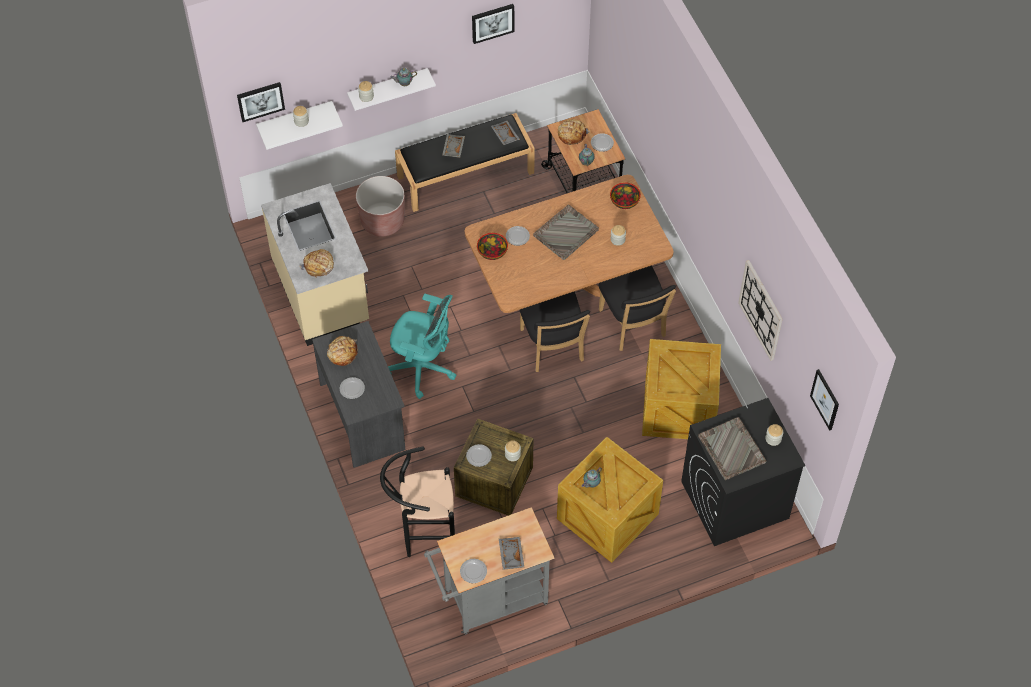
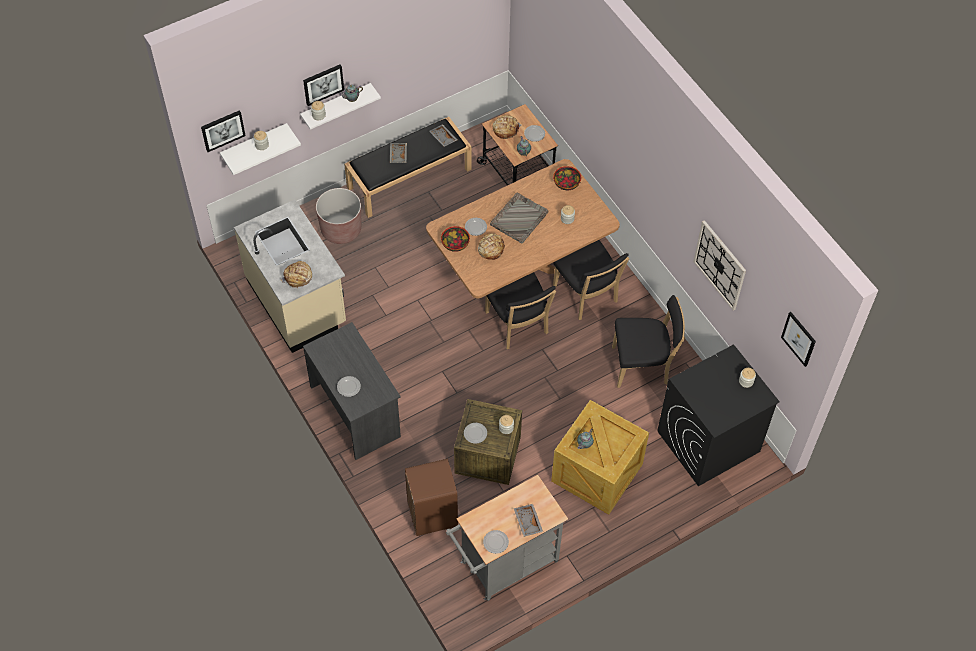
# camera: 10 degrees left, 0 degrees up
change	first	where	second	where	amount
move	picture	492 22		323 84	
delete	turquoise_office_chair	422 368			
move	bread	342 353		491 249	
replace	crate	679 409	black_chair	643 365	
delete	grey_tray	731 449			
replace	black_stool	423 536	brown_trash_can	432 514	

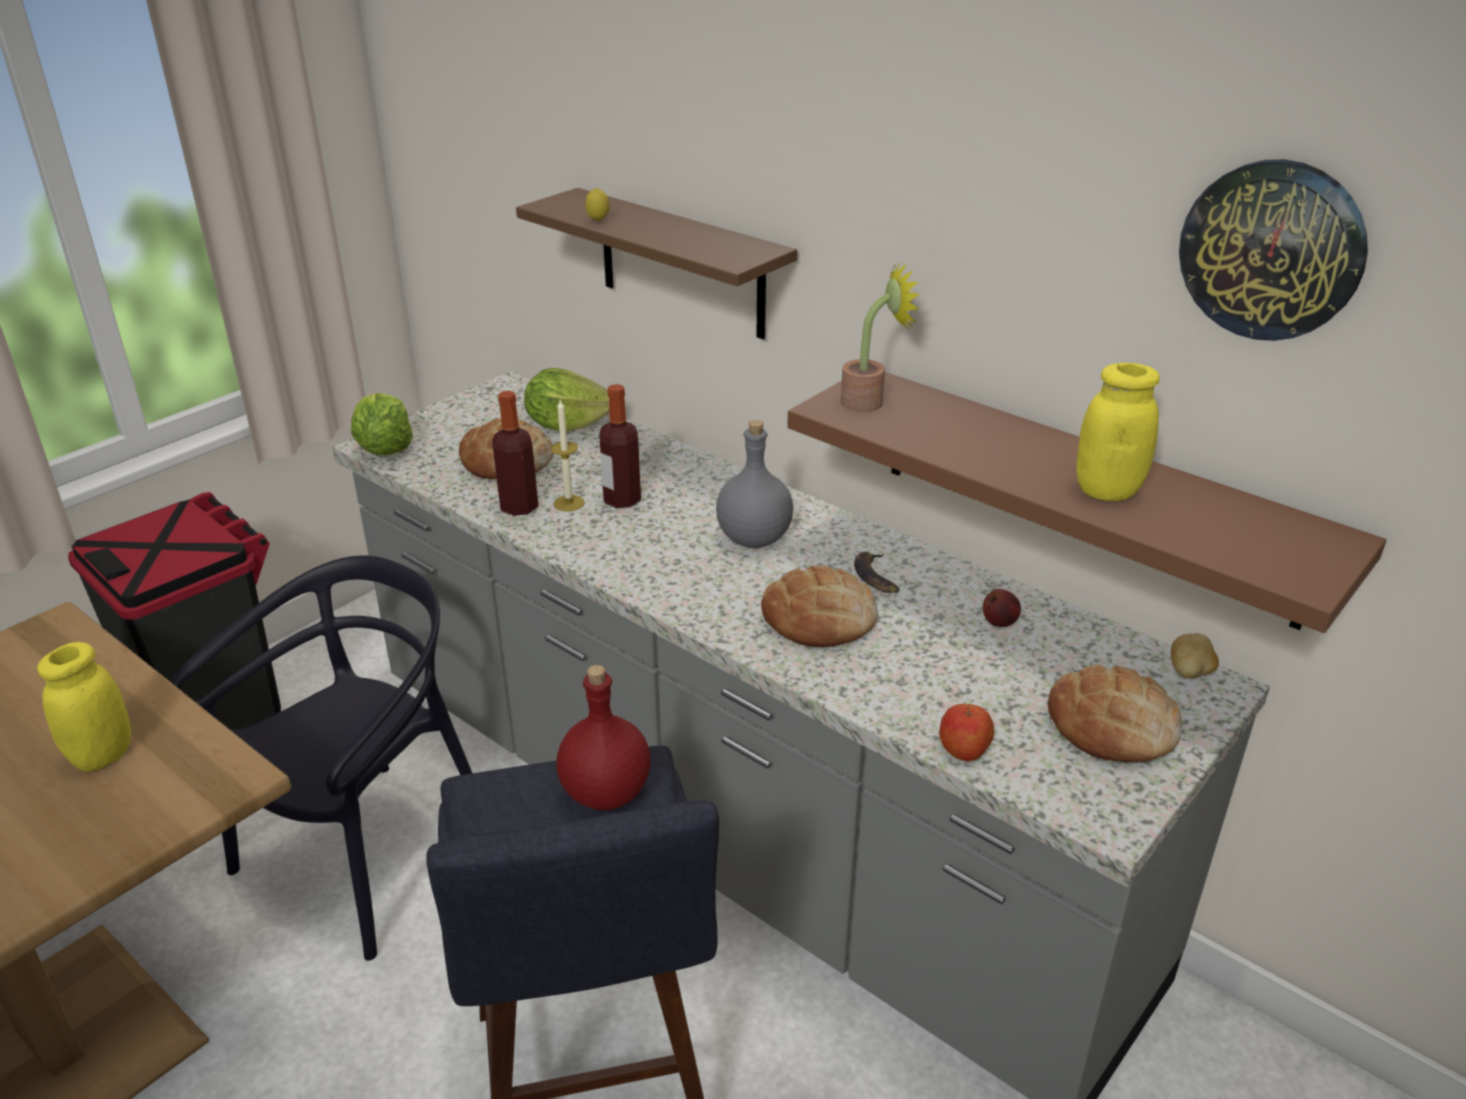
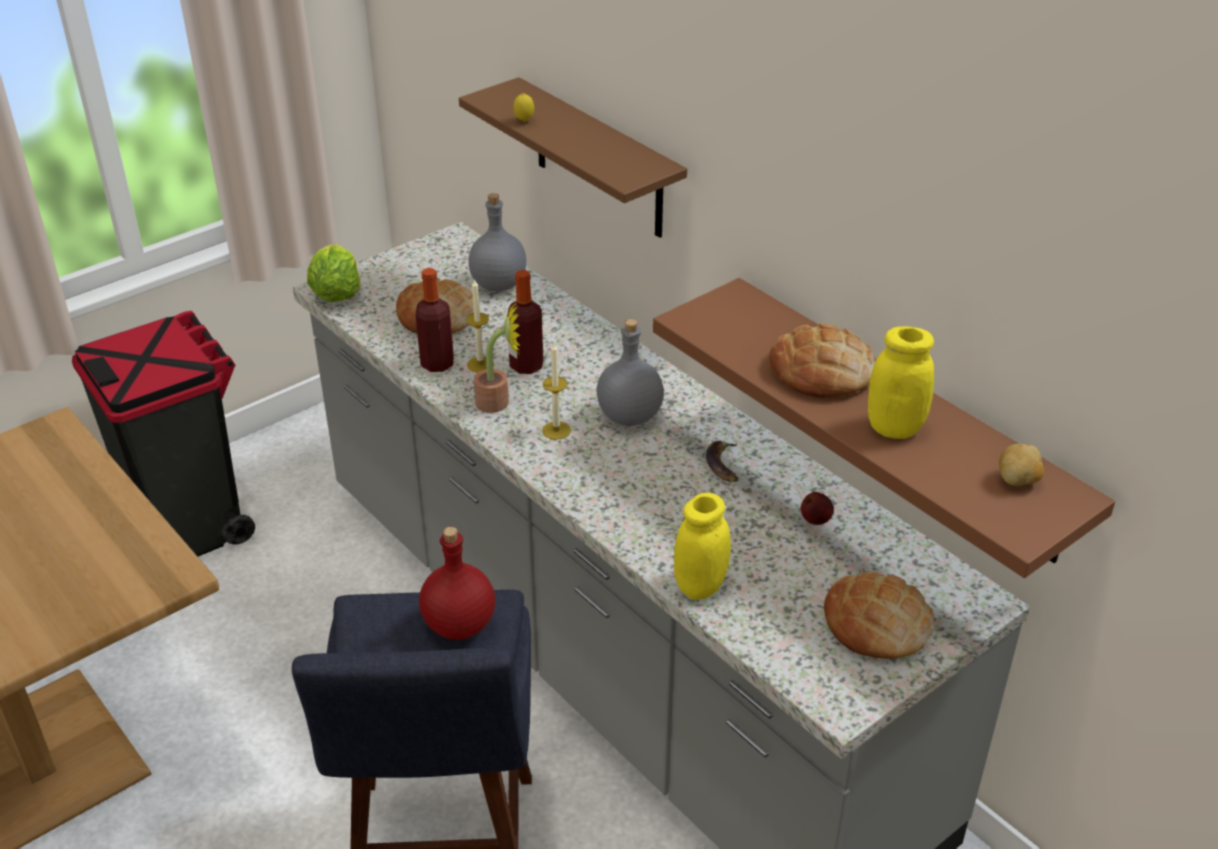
# camera: 10 degrees right, 5 degrees up
change	first	where	second	where	amount
delete	wall_clock	1271 250			
move	potted_plant	870 401		499 402	
replace	lettuce	567 424	grey_bottle	497 284	
delete	black_chair	367 855			
move	bread	820 617		822 371	
move	potato	1189 673		1017 480	
move	yellow_jar	102 755		700 586	
delete	apple	963 749			
insert			candle	556 430	

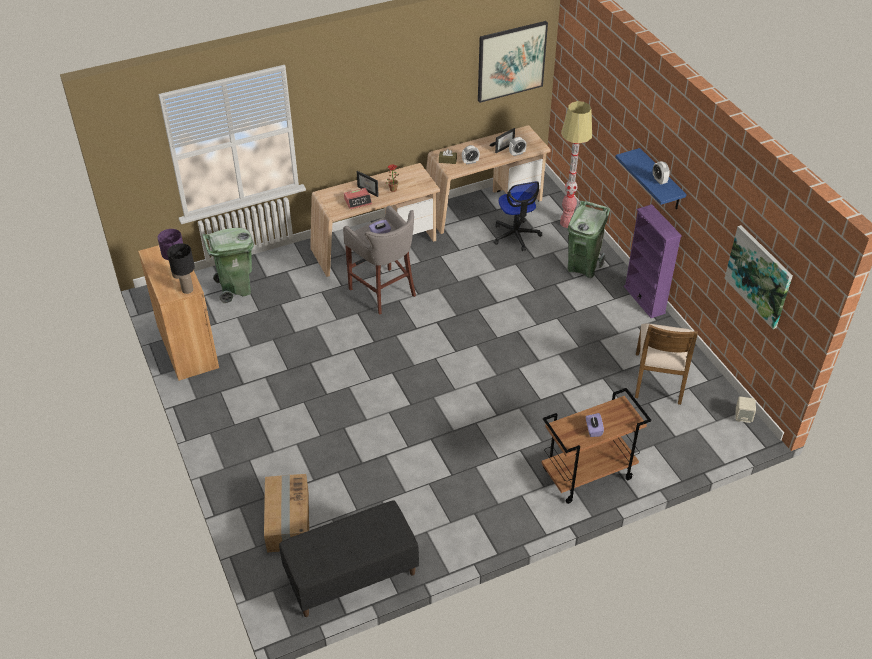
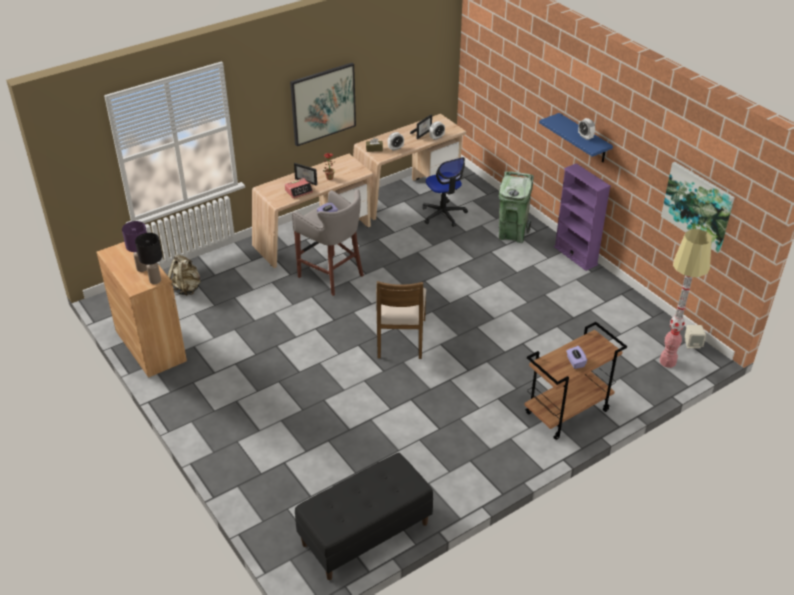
# camera: 10 degrees left, 5 degrees down
change	first	where	second	where	amount
move	picture	511 61		323 103	
move	floor_lamp	567 223		667 361	
replace	green_trash_can	235 288	beige_backpack	186 288	
move	brown_chair	659 378		400 338	
delete	cardboard_box	287 521			

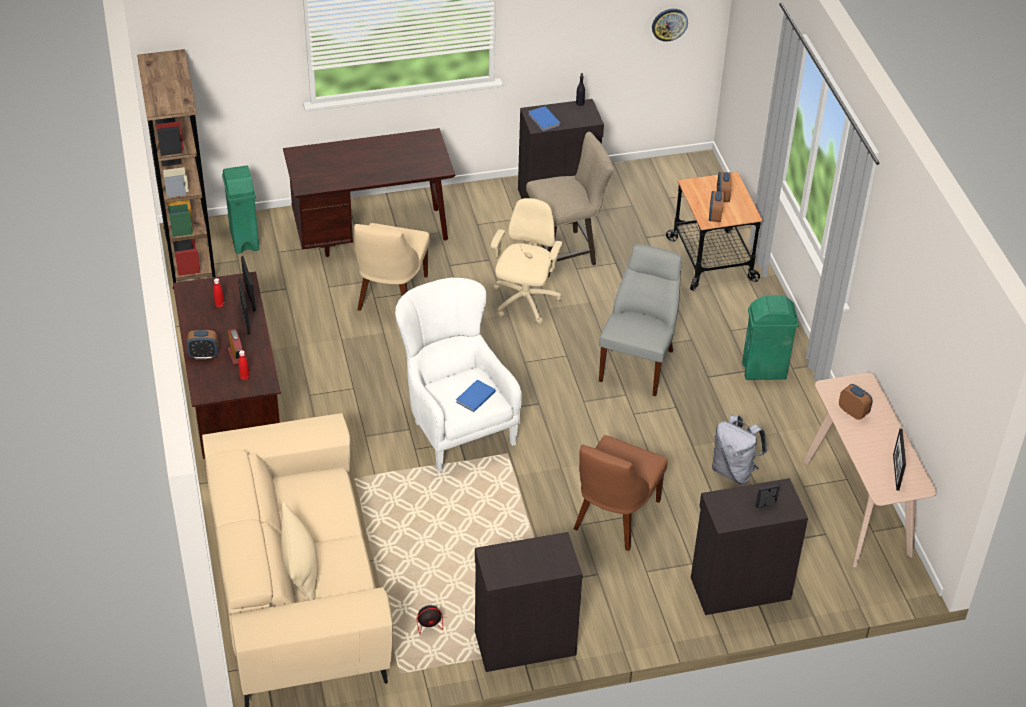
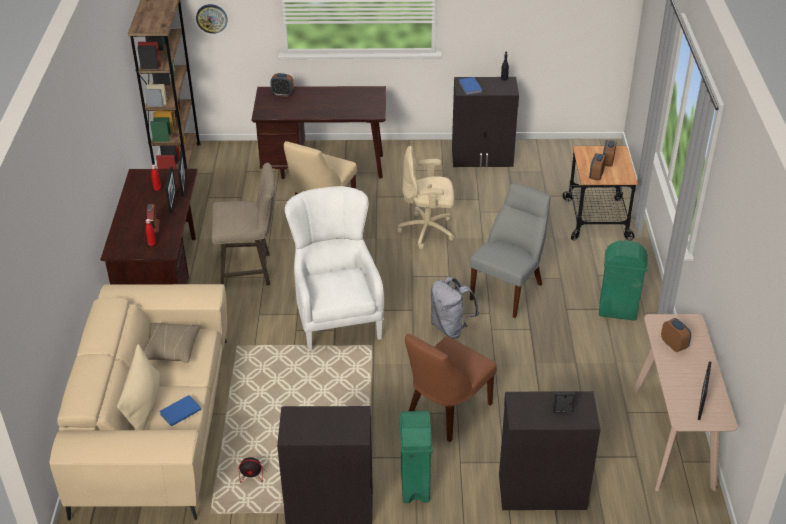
# camera: 15 degrees right, 5 degrees down
change	first	where	second	where	amount
move	wall_clock	669 24		211 18	
move	beige_stool	566 252		250 271	
move	green_trash_can	244 240		415 486	
rotate	beige_office_chair	524 302		428 231	120 degrees counterclockwise
move	alarm_clock	204 355		282 94	
move	blue_book	474 397		179 411	
move	grey_backpack	734 471		451 328	
insert			beige_pillow	170 349	

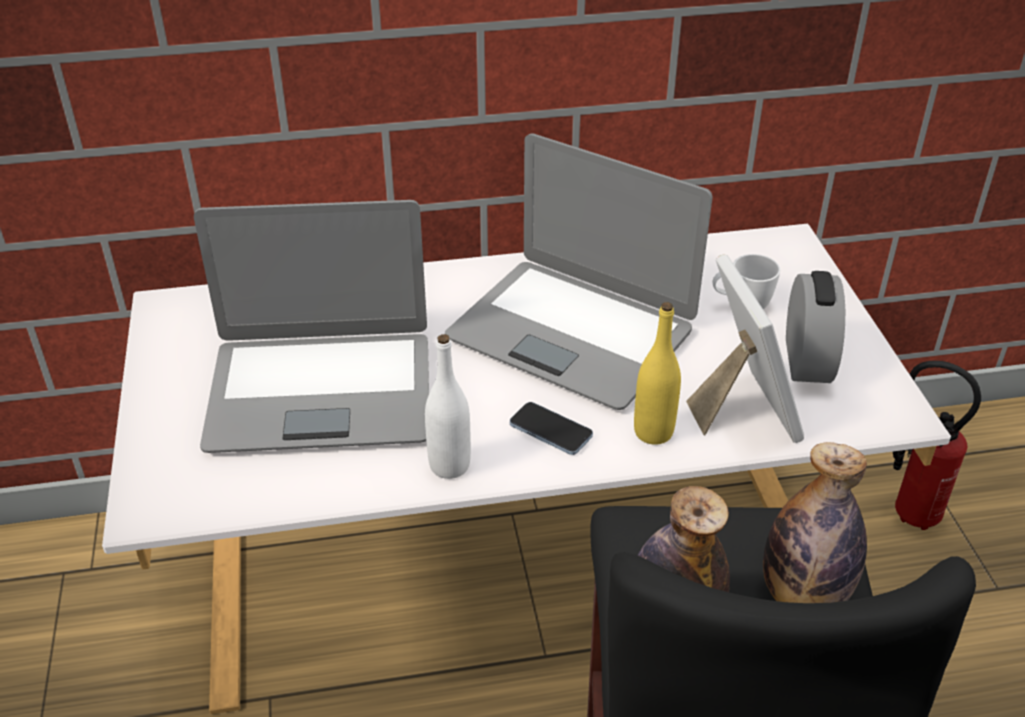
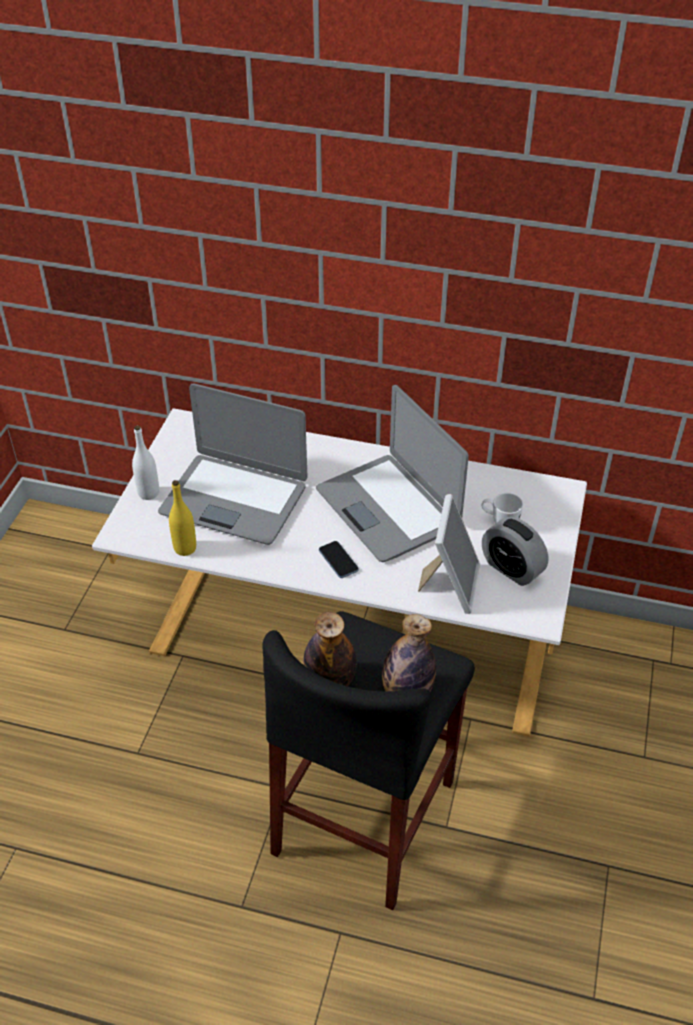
# camera: 25 degrees right, 5 degrees up
change	first	where	second	where	amount
rotate	alarm_clock	807 360		511 568	105 degrees clockwise
move	yellow_bottle	653 432		185 548	
move	white_bottle	449 465		148 493	
delete	fire_extinguisher	909 512			

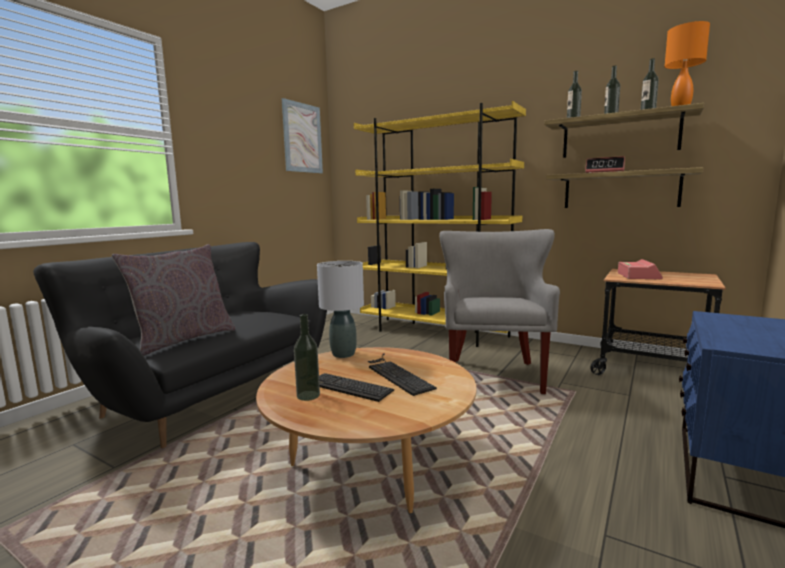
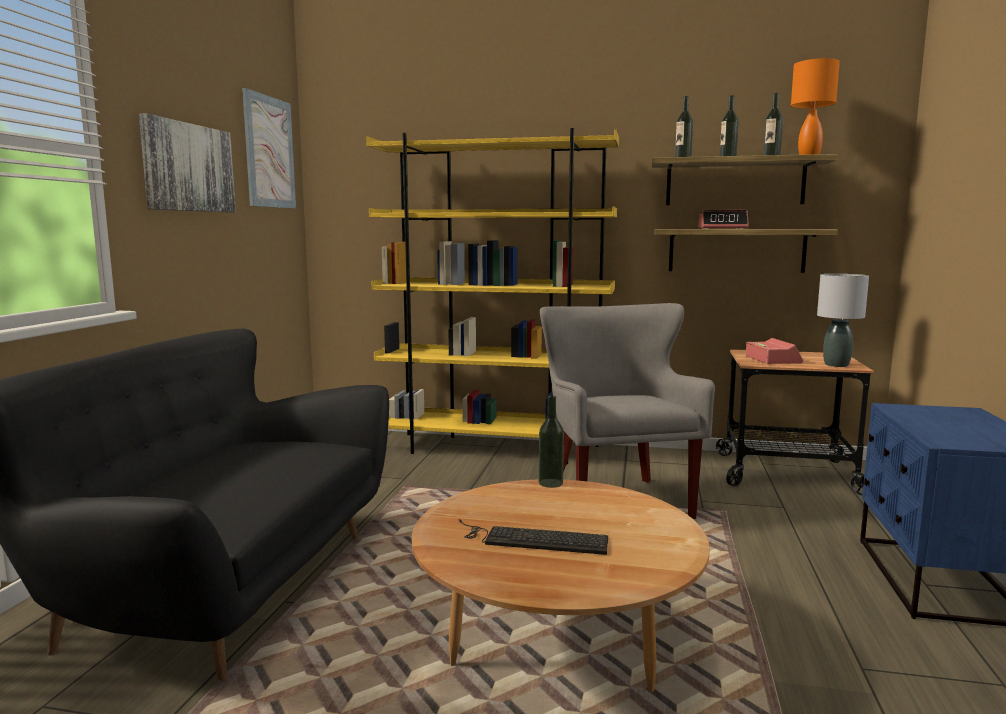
# camera: 20 degrees left, 0 degrees up
change	first	where	second	where	amount
delete	grey_pillow	183 339			
move	grey_table_lamp	343 354		836 365	
move	bottle	308 395		550 483	
delete	keyboard	396 374			
insert			picture	188 168	

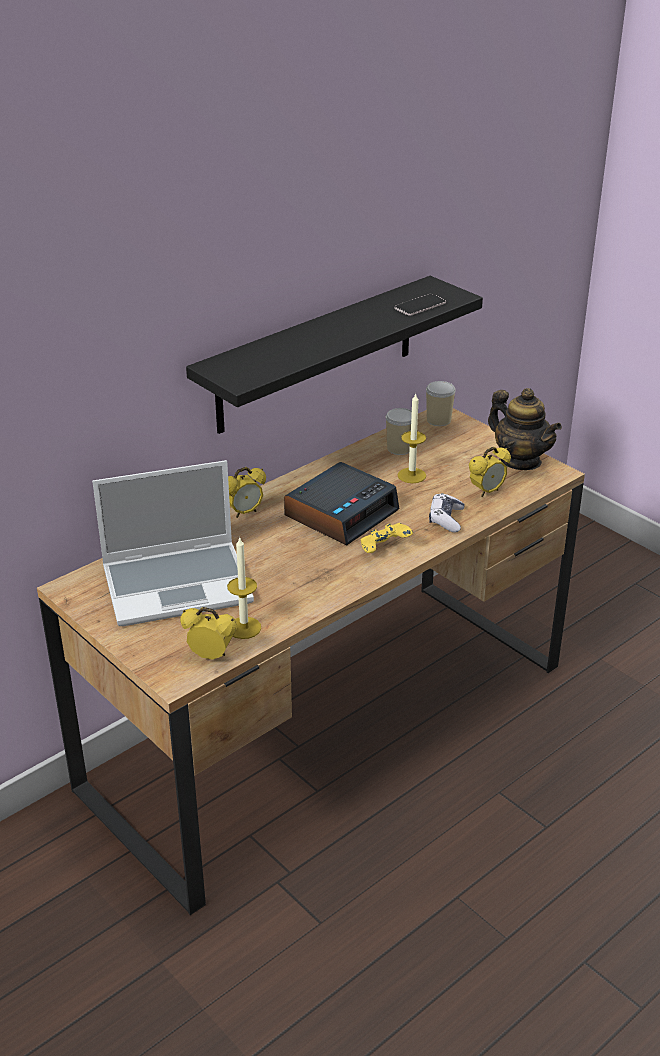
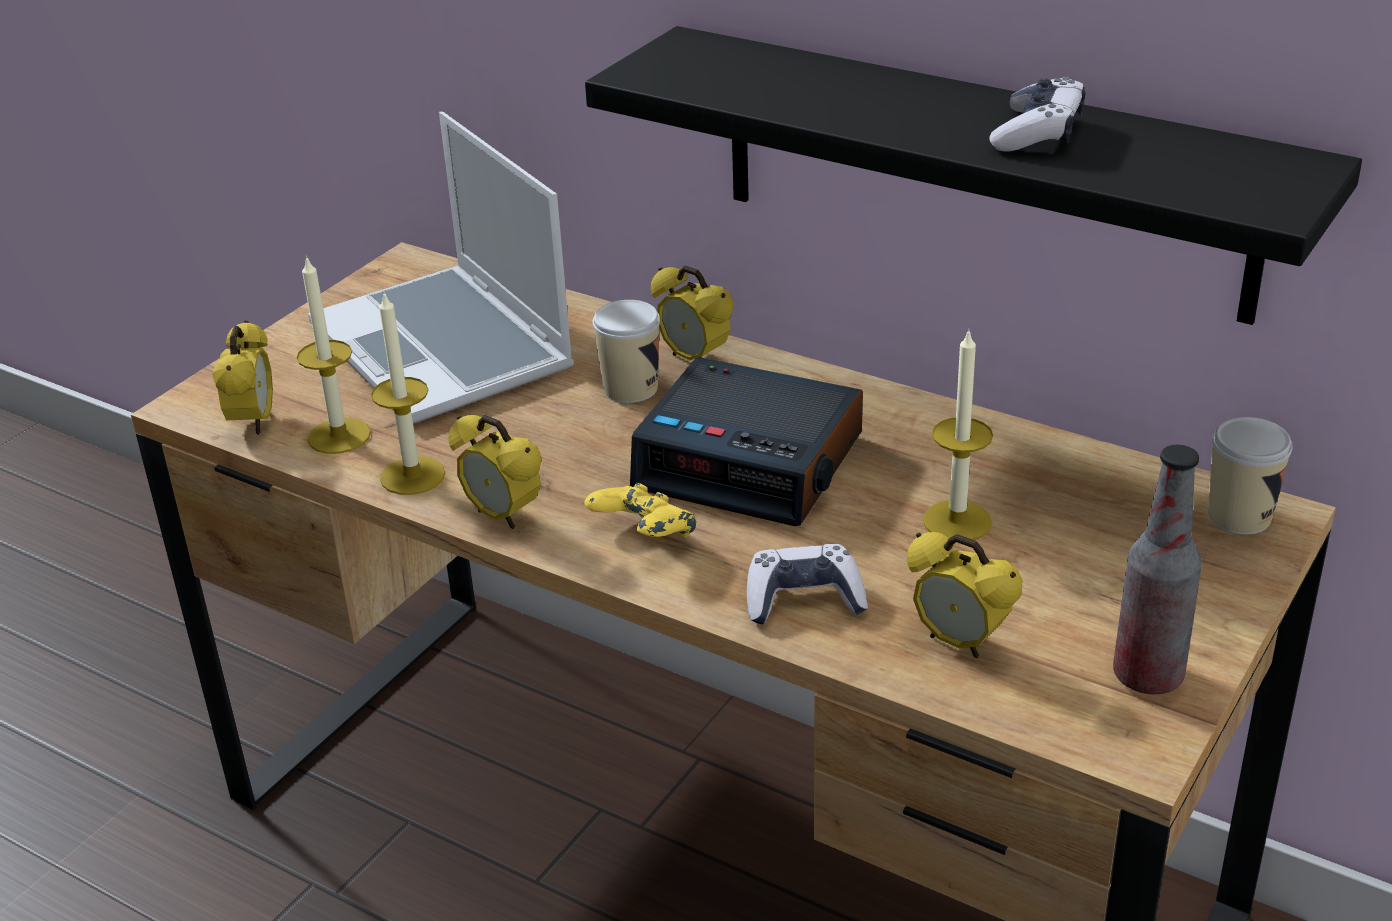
# camera: 75 degrees right, 0 degrees up
change	first	where	second	where	amount
delete	phone	420 305			
replace	teapot	520 461	bottle	1148 676	
move	cup	399 448		630 388	
insert			game_controller	1037 133	
insert			candle	412 476	
insert			alarm_clock	502 516	

